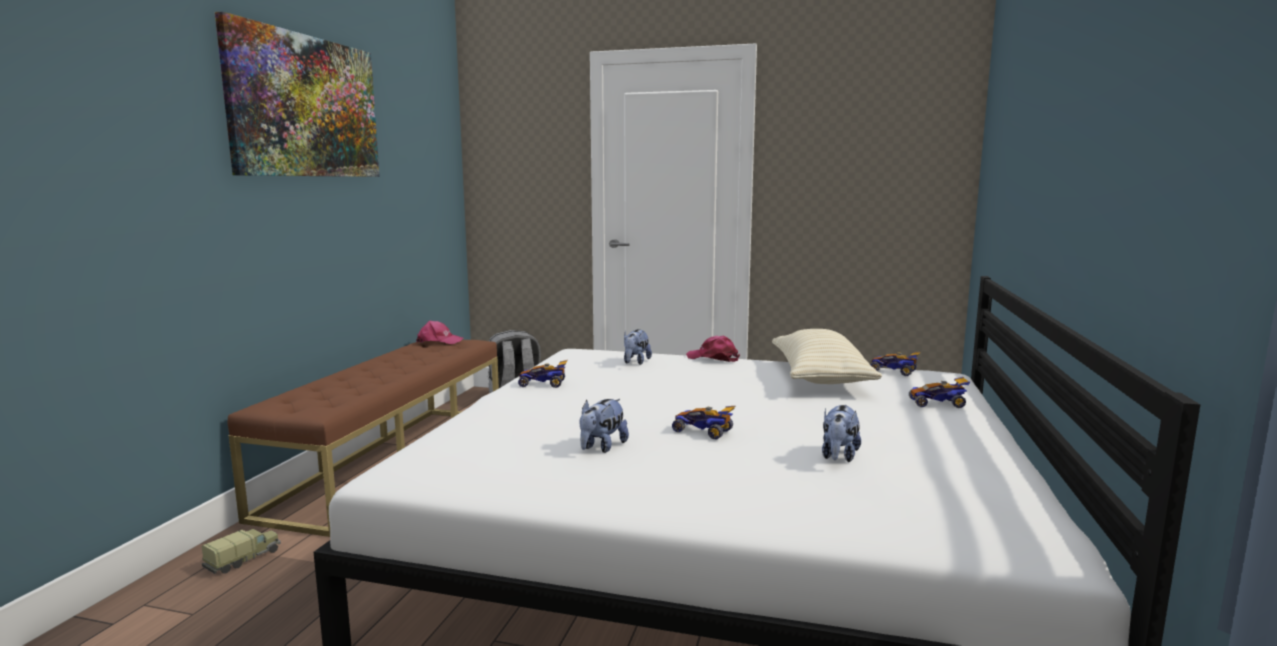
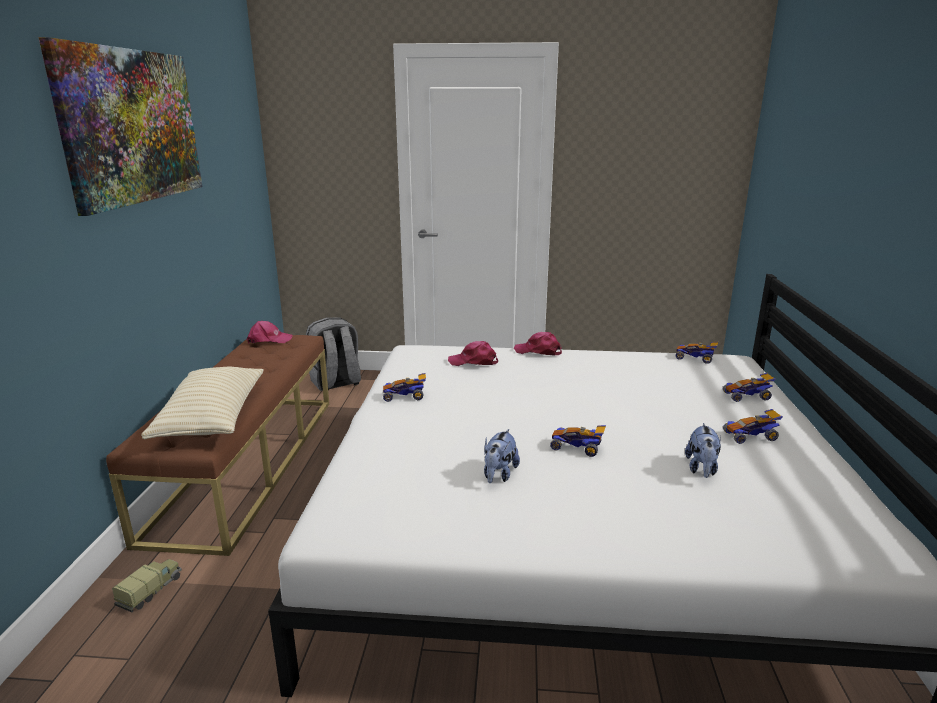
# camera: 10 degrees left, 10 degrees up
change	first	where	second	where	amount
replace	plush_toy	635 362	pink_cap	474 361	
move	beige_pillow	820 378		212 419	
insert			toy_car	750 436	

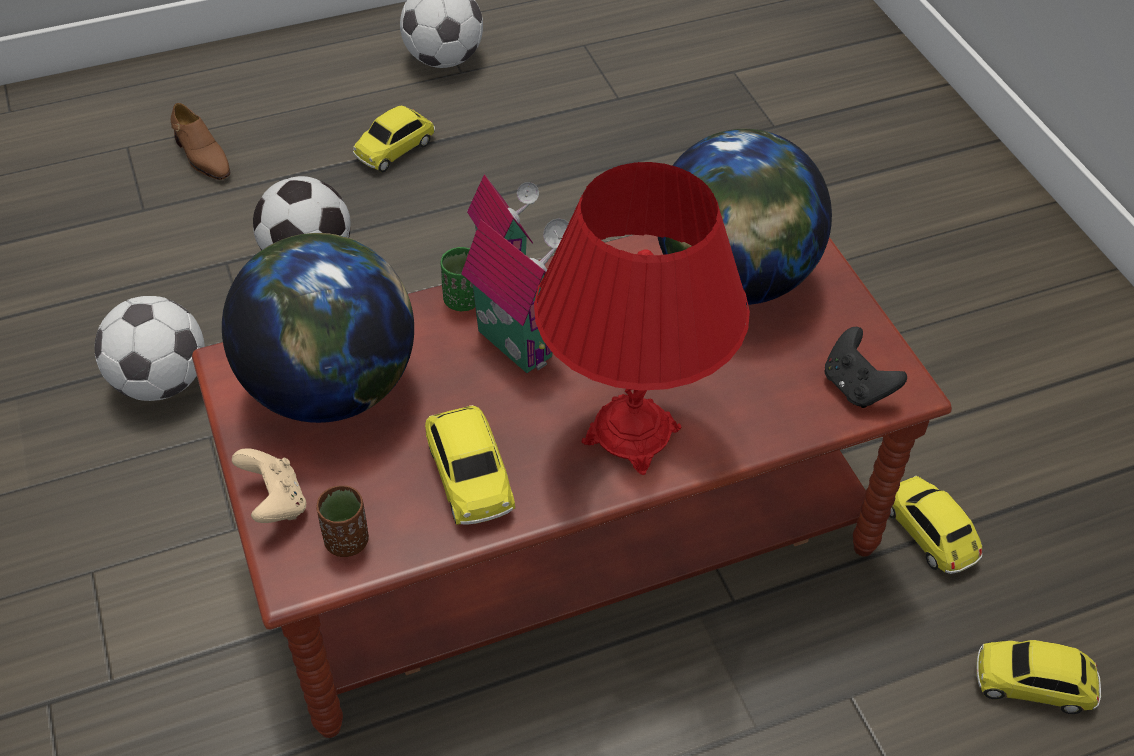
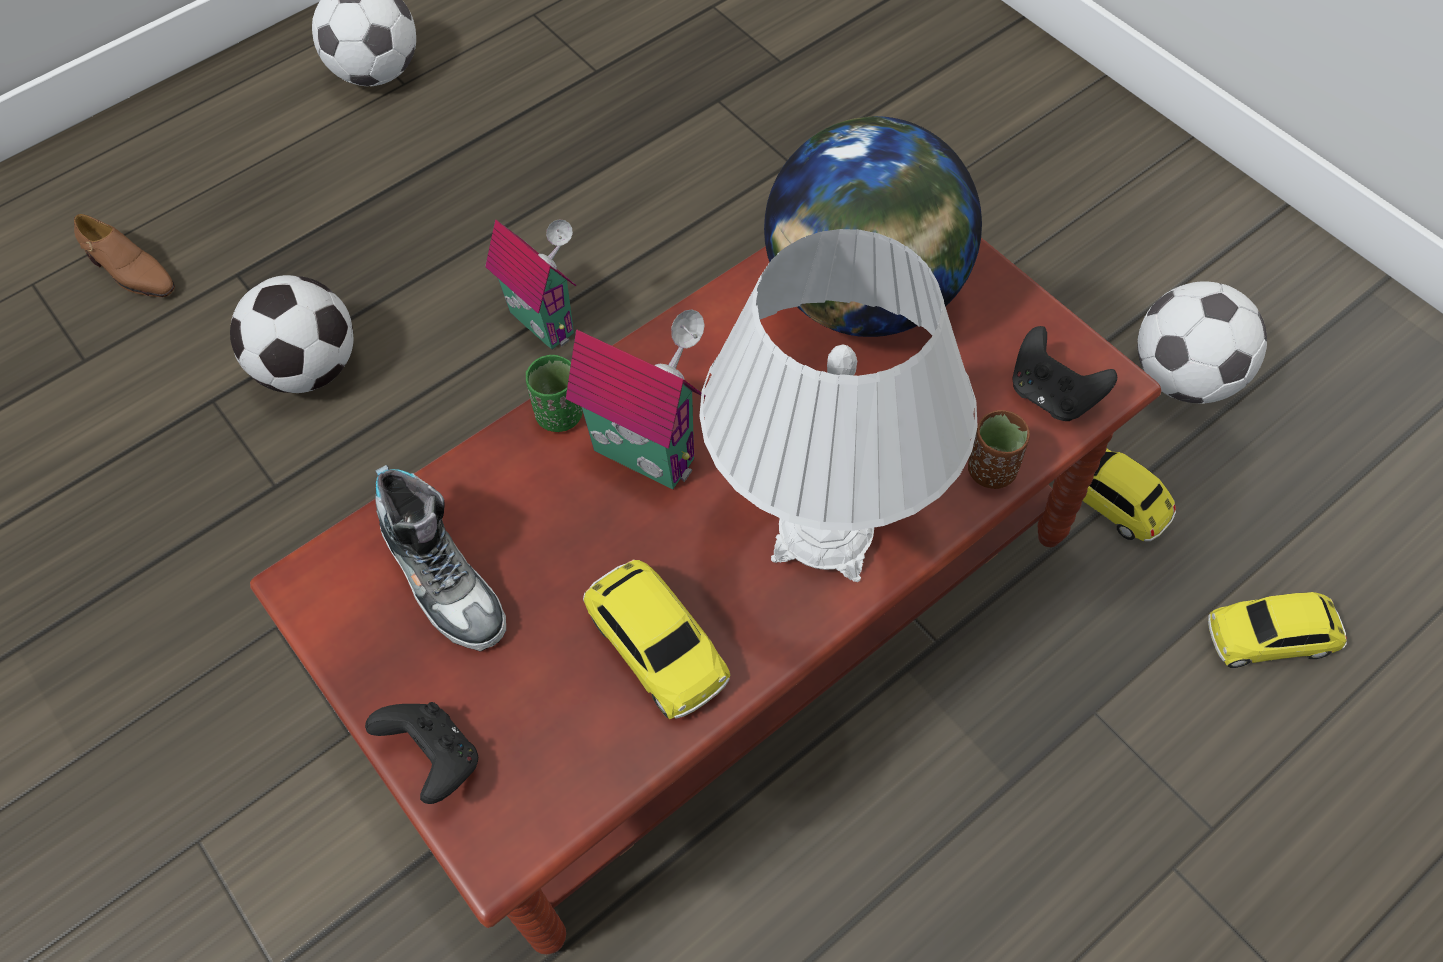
# camera: 15 degrees left, 10 degrees up
change	first	where	second	where	amount
delete	toy_car	395 149			
recolor	red_table_lamp	632 435	white_table_lamp	825 533	
replace	globe	331 387	shoe	444 579	
move	football	161 382		1183 377	
recolor	beige_game_controller	275 503	black_game_controller	435 758	
move	brown_cup	347 541		991 470	

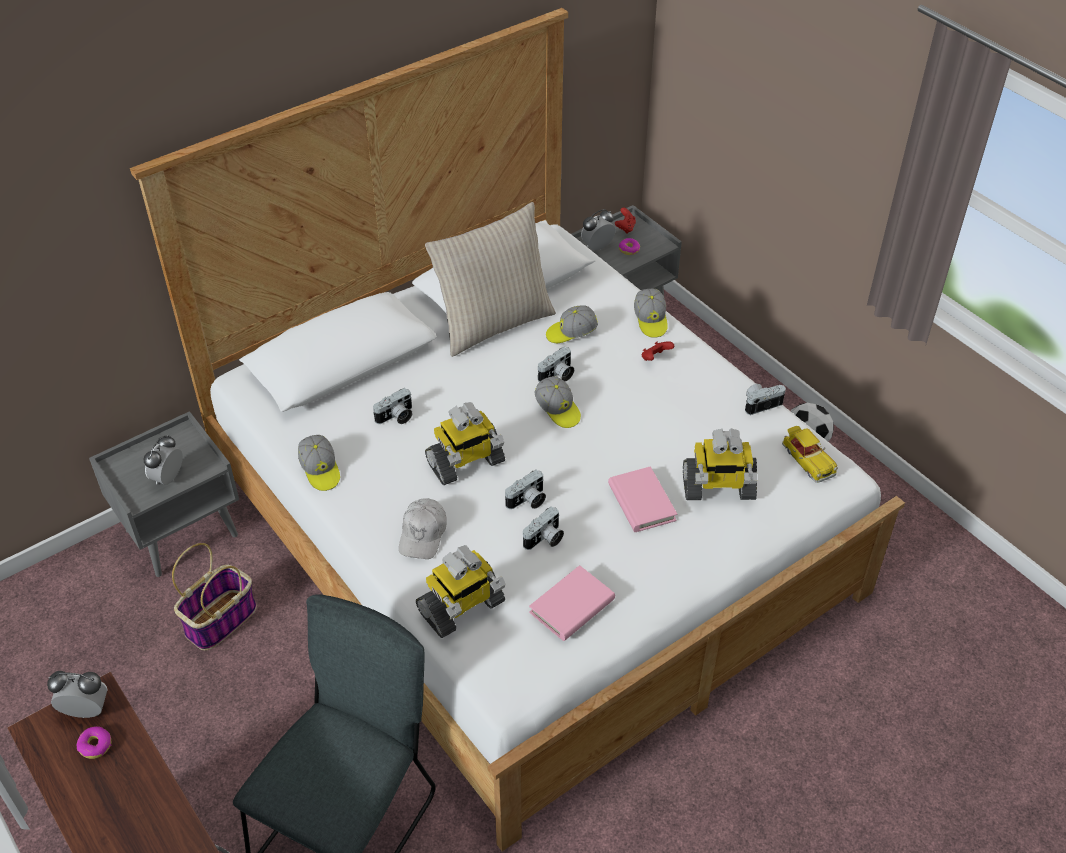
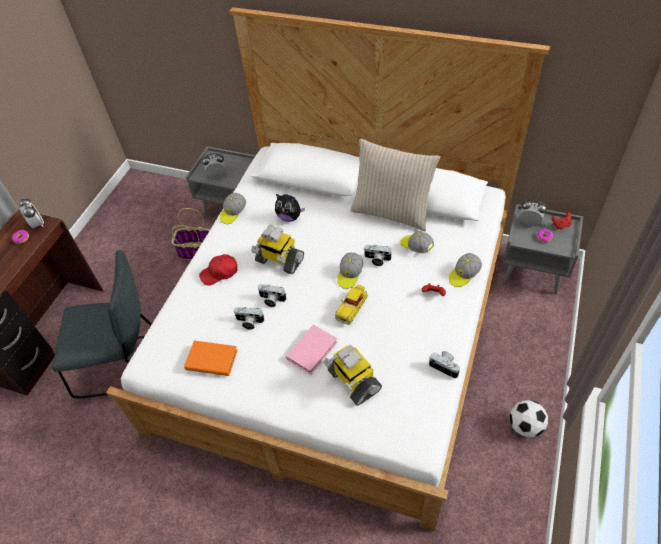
# camera: 60 degrees right, 5 degrees up
change	first	where	second	where	amount
replace	photo_camera	396 417	plush_toy	289 217	
move	toy_car	807 460		352 307	
recolor	white_cap	423 534	red_cap	219 273	
delete	toy_robot	461 608			
recolor	pink_book	572 606	orange_book	211 360	

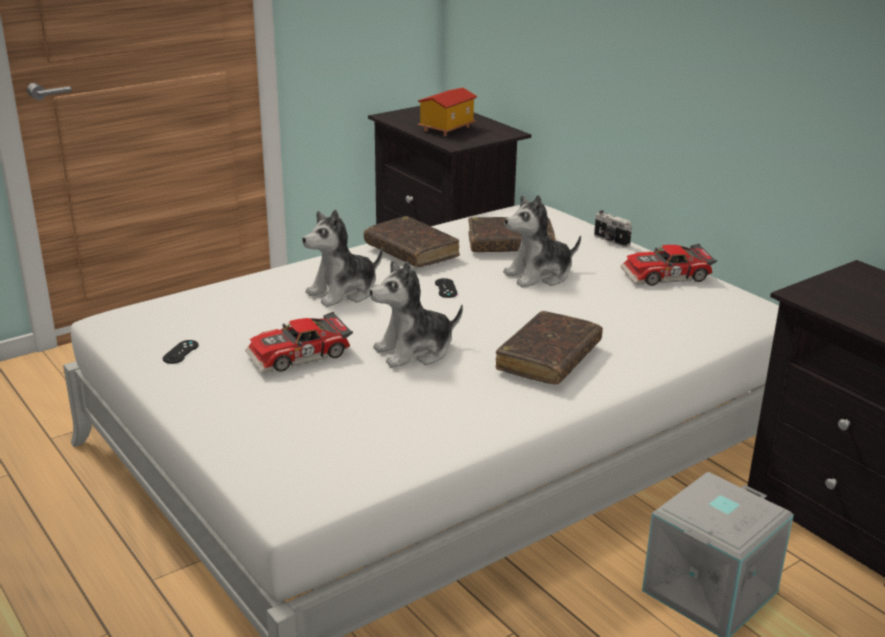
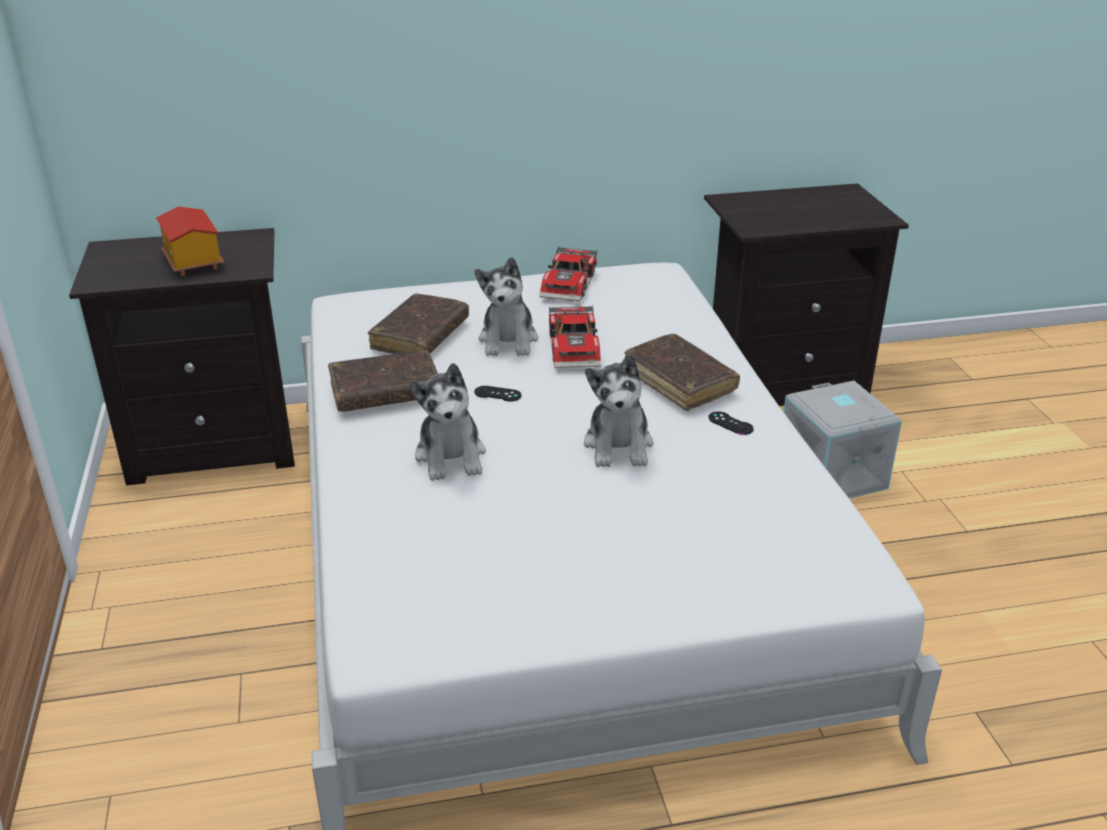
# camera: 65 degrees left, 5 degrees up
change	first	where	second	where	amount
delete	photo_camera	610 240			
move	toy_car	300 356		576 348	
move	black_game_controller	180 352		730 423	

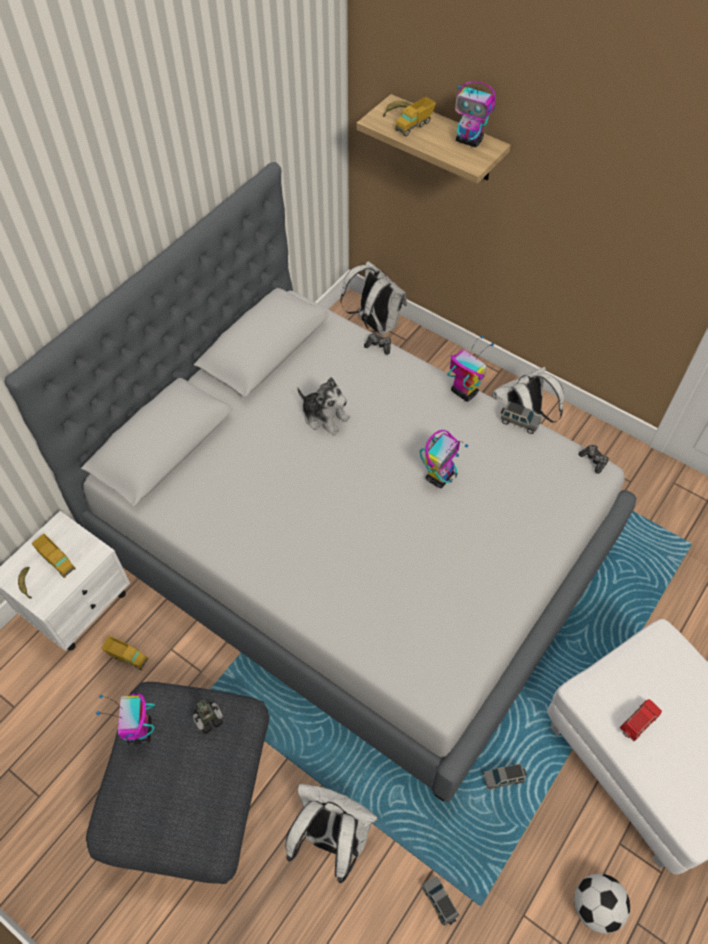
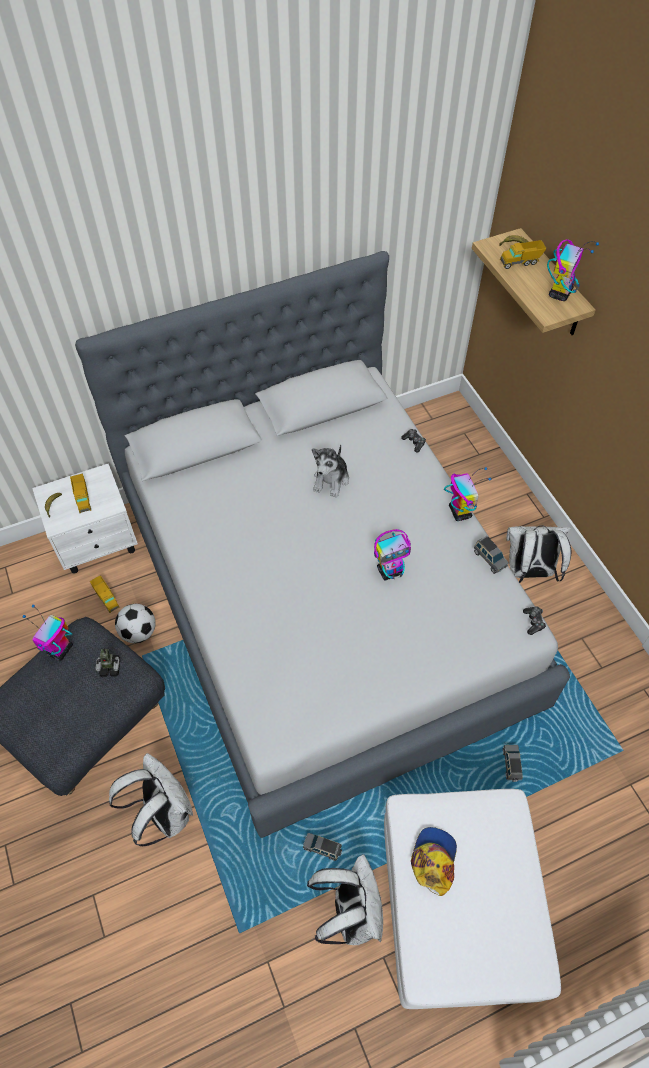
# camera: 30 degrees right, 0 degrees up
change	first	where	second	where	amount
rotate	toy_robot	469 141		560 293	120 degrees counterclockwise
move	white_backpack	375 324		349 913	
rotate	plush_toy	325 416		331 480	45 degrees clockwise
replace	red_toy_car	638 723	cap	433 860	
move	football	595 906		139 632	
move	grey_toy_car	440 902		511 765	

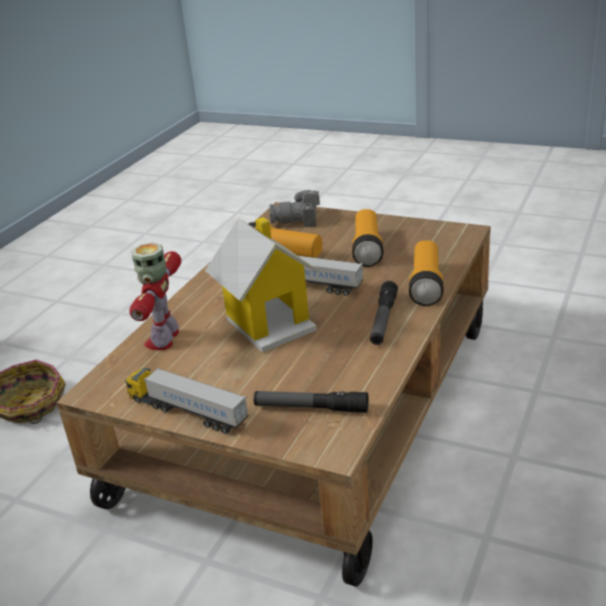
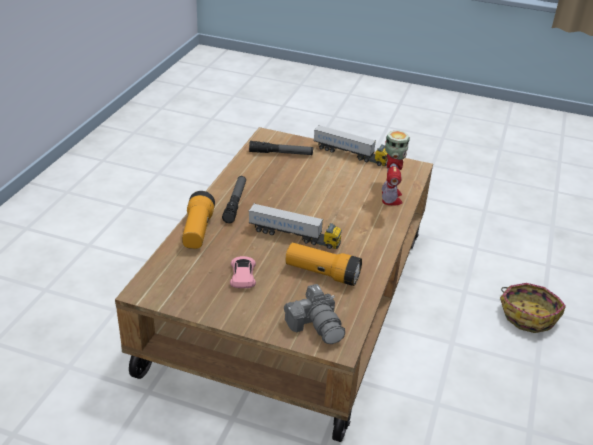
# camera: 170 degrees right, 5 degrees up
change	first	where	second	where	amount
rotate	photo_camera	299 220		316 325	75 degrees clockwise
replace	flashlight	367 249	pink_toy_car	243 275	
delete	toy_house	269 322			

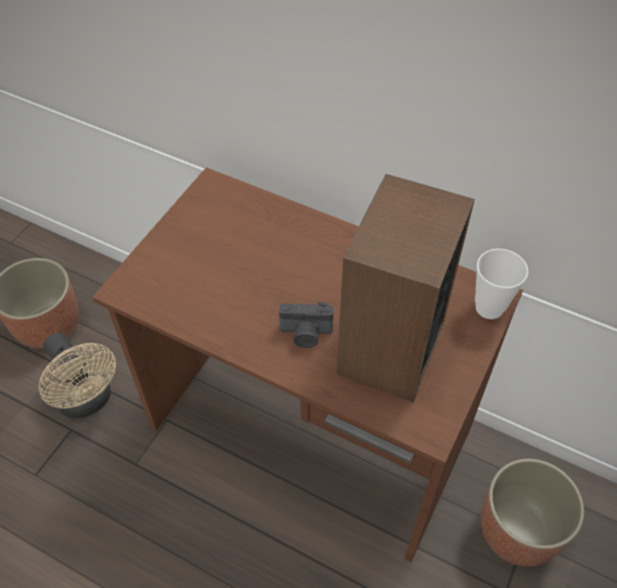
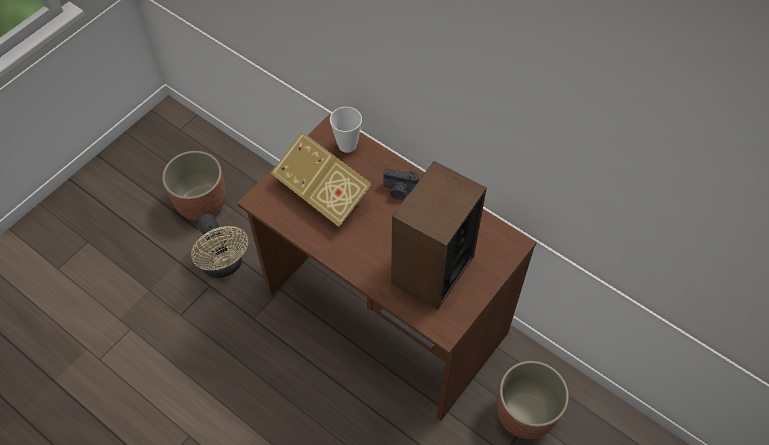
# camera: 10 degrees right, 5 degrees up
change	first	where	second	where	amount
move	cup	489 308		347 145	
move	photo_camera	306 334		399 190	
insert			book	324 192	

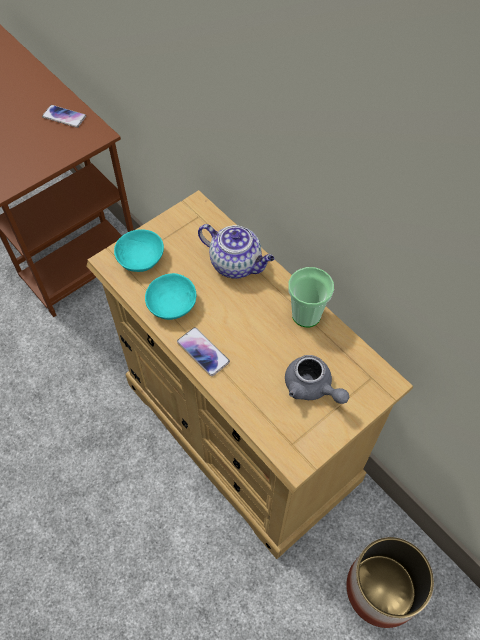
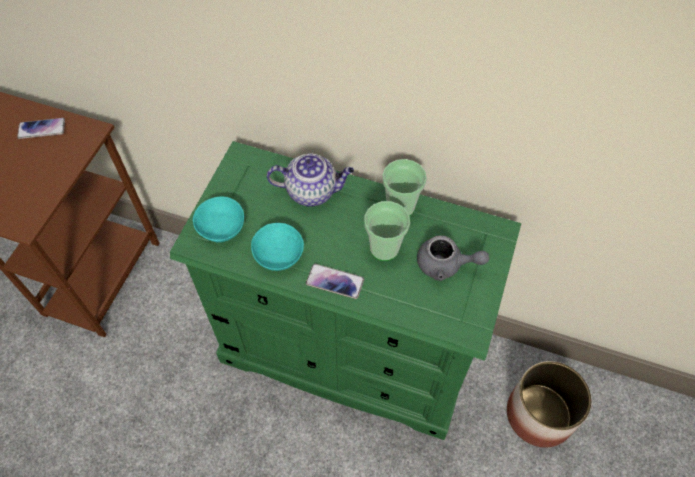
# camera: 30 degrees left, 0 degrees up
change	first	where	second	where	amount
recolor	beige_dresser	240 432	green_dresser	348 350	
insert			cup	384 248	

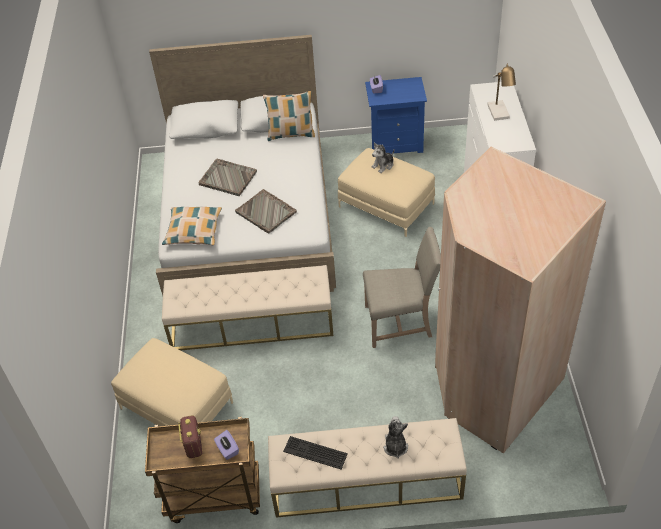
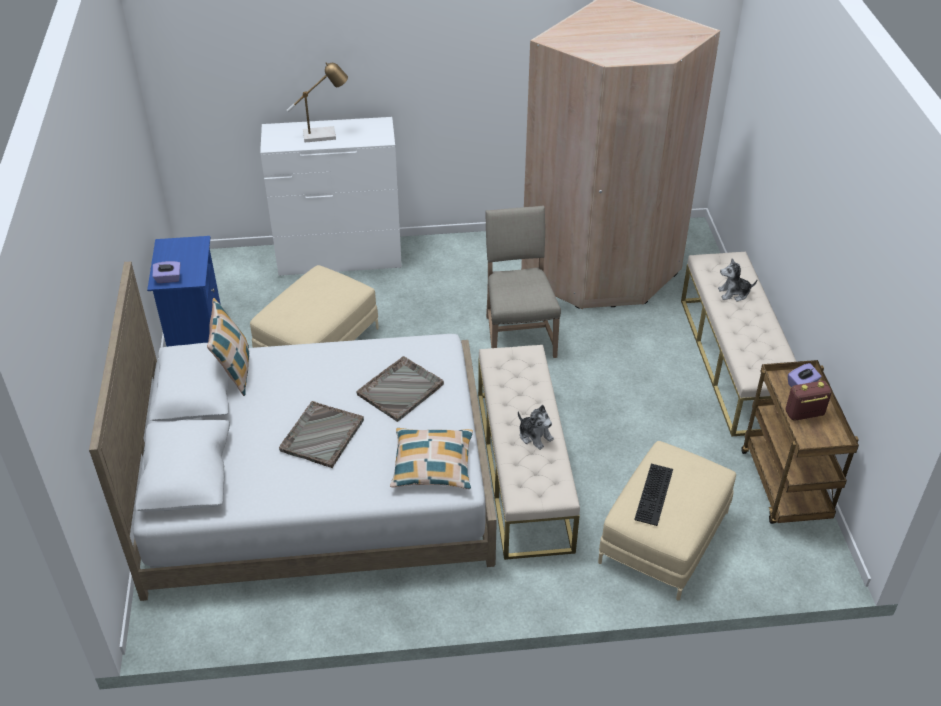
# camera: 95 degrees left, 5 degrees down
change	first	where	second	where	amount
move	plush_toy	383 165		535 436	
move	keyboard	314 453		655 495	

